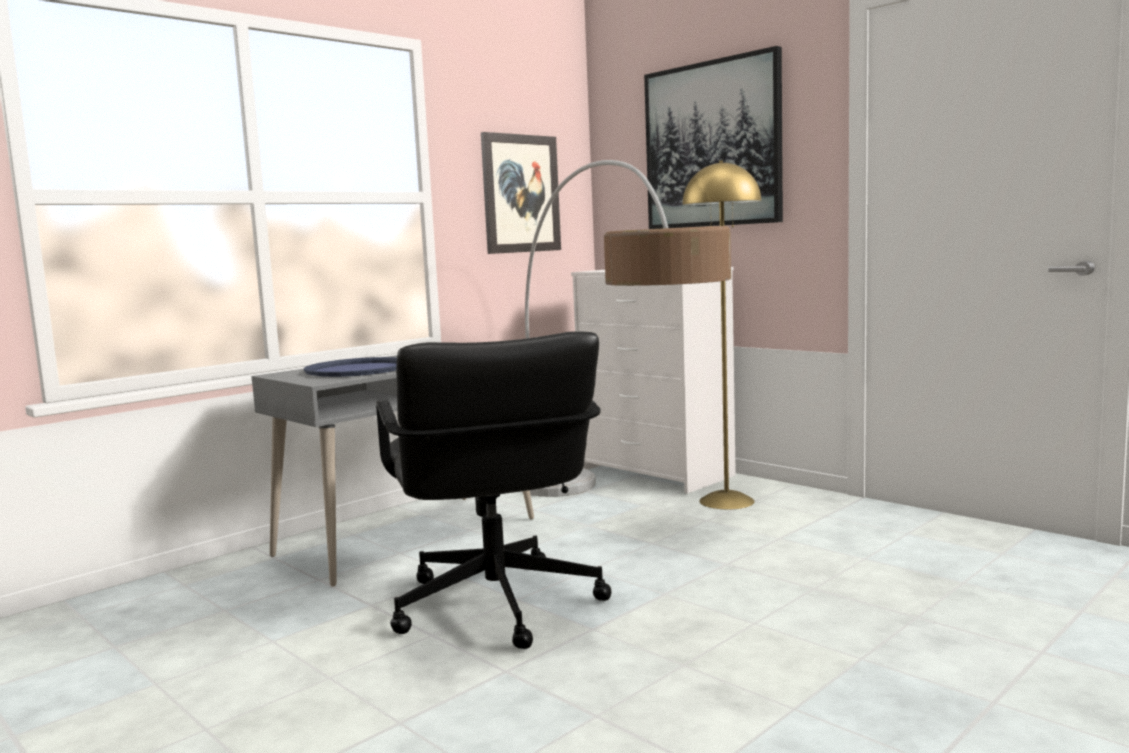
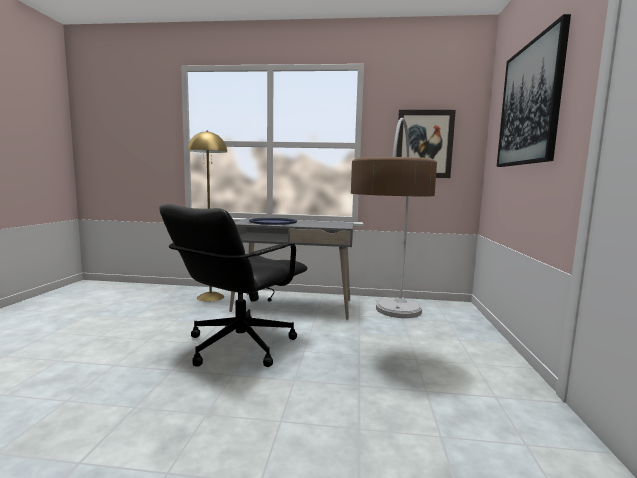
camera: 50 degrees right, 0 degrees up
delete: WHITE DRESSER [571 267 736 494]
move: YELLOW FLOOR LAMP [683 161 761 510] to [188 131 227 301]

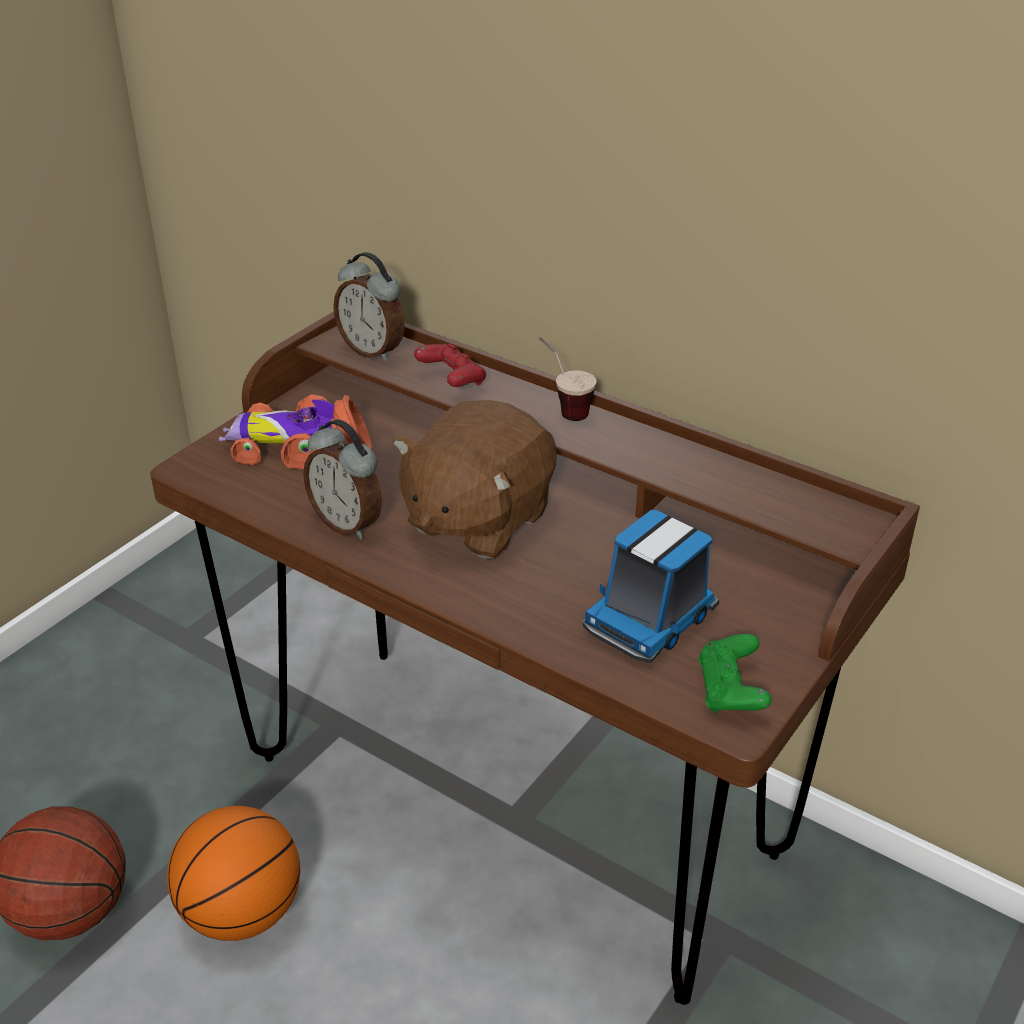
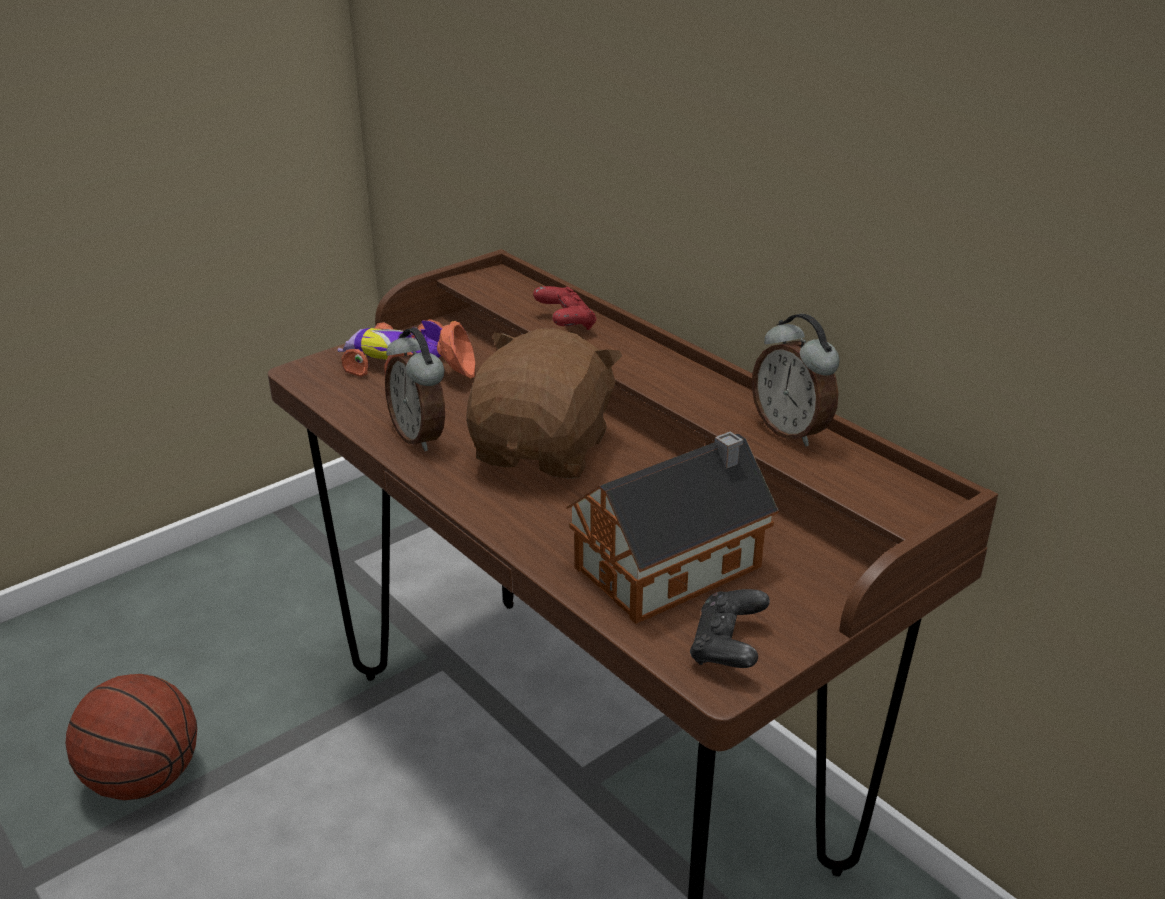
camera: 15 degrees right, 5 degrees down
delete: BASKETBALL [167 806 300 941]; CUP [538 336 596 421]
move: ALARM CLOCK [333 252 405 362] to [752 314 840 446]
replace: TOY TRUCK [583 510 719 663] to TOY HOUSE [566 432 779 624]
recolor: GREEN GAME CONTROLLER [698 634 772 713] to BLACK GAME CONTROLLER [690 589 770 668]
rotate: BROWN PLUSH TOY [393 400 557 559] = [466 329 622 479] 150 degrees clockwise

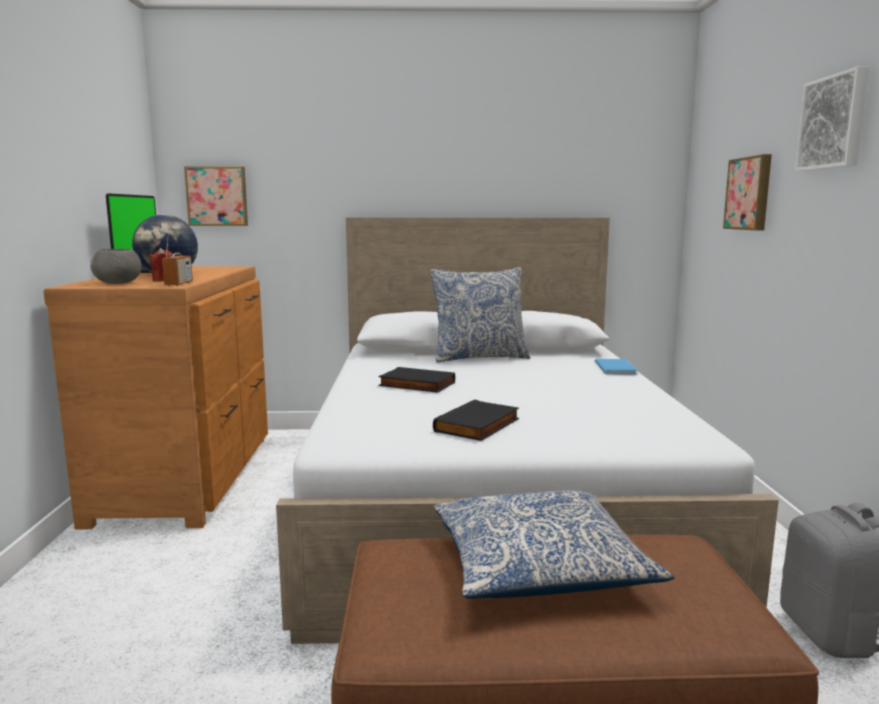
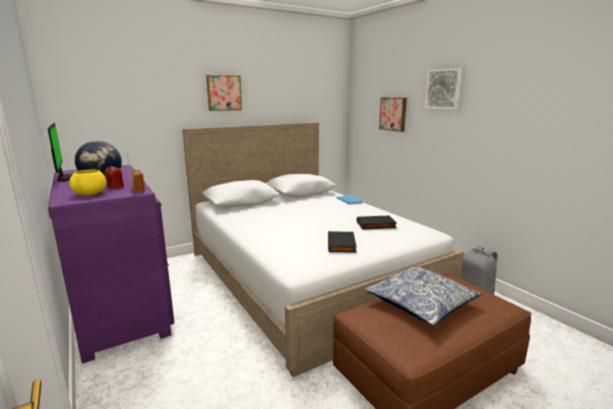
camera: 30 degrees left, 5 degrees up
delete: PILLOW [430 267 530 363]
move: PICTURE [184 166 248 226] to [206 75 242 111]; BLACK BOOK [378 367 455 393] to [357 216 397 230]
recolor: BROWN DRESSER [43 266 268 530] to PURPLE DRESSER [48 165 175 363]; GREY BOWL [90 249 142 284] to YELLOW BOWL [69 169 107 195]

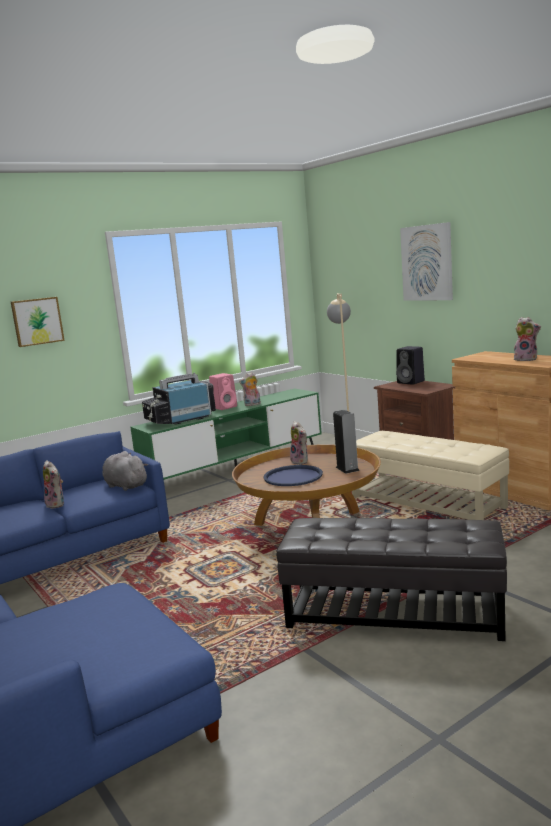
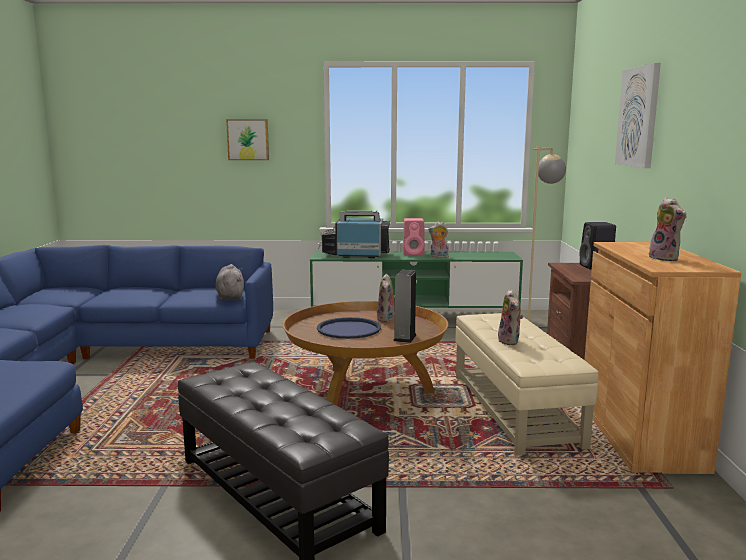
camera: 35 degrees right, 0 degrees up
move: PLUSH TOY [43 460 64 509] to [498 289 523 345]

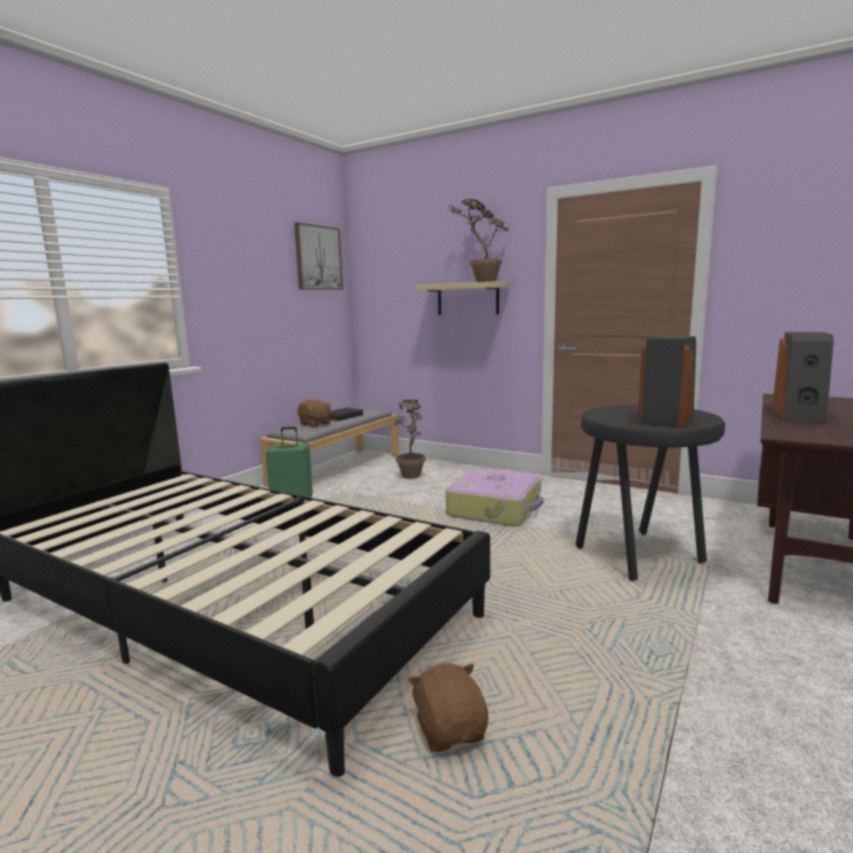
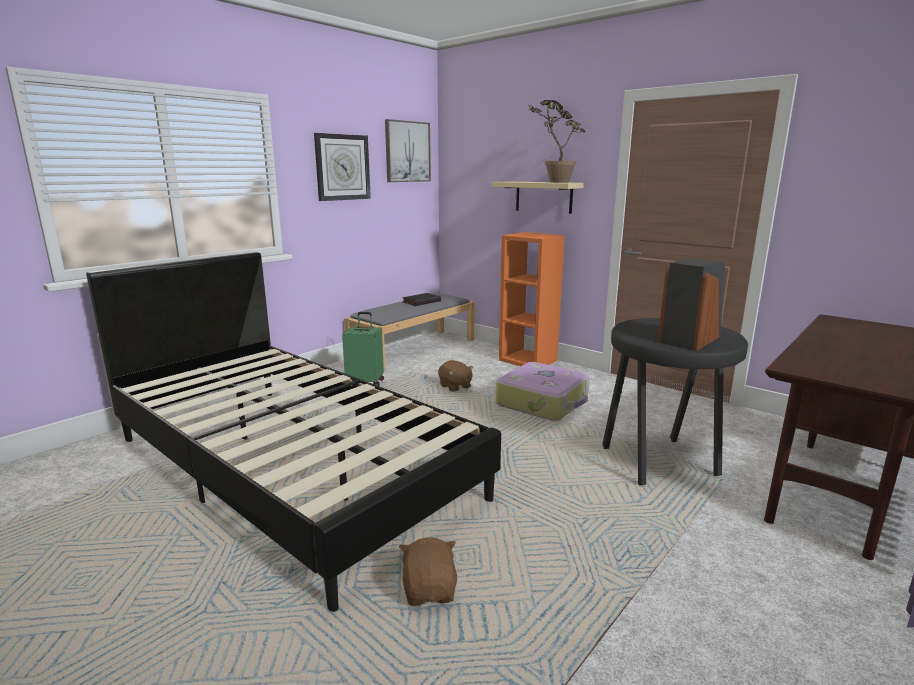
camera: 10 degrees right, 5 degrees up
delete: POTTED PLANT [394 399 426 479]; SPEAKER [772 332 834 424]
insert: WALL CLOCK [314 133 371 201]; ORANGE BOOKCASE [499 232 565 366]
move: BROWN PLUSH TOY [298 399 332 427] to [438 360 473 392]

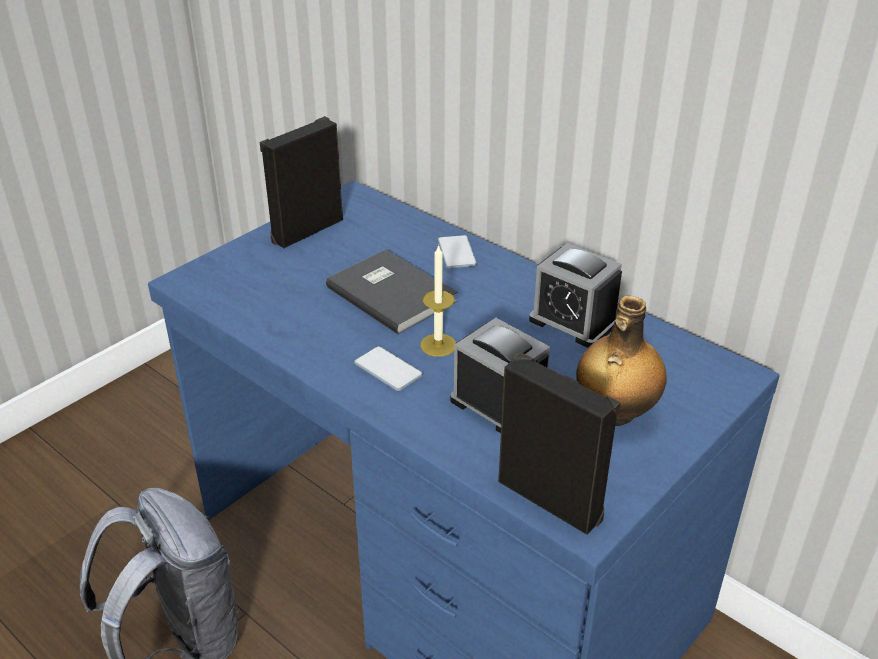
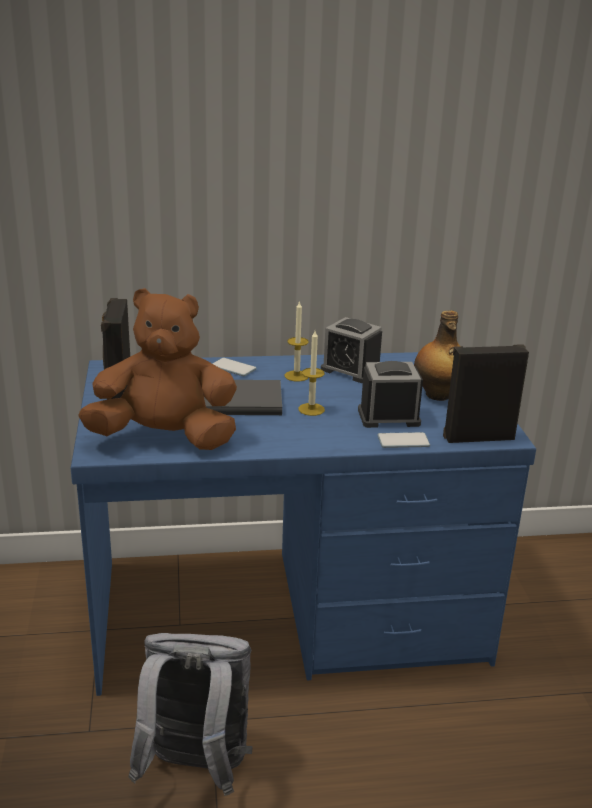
camera: 50 degrees left, 10 degrees down
insert: BROWN PLUSH TOY [78 288 237 450]; CANDLE [285 301 309 381]
move: PHONE [354 346 423 391] to [377 432 430 448]
rotate: ALARM CLOCK [529 243 622 348] = [321 317 382 383] 45 degrees clockwise

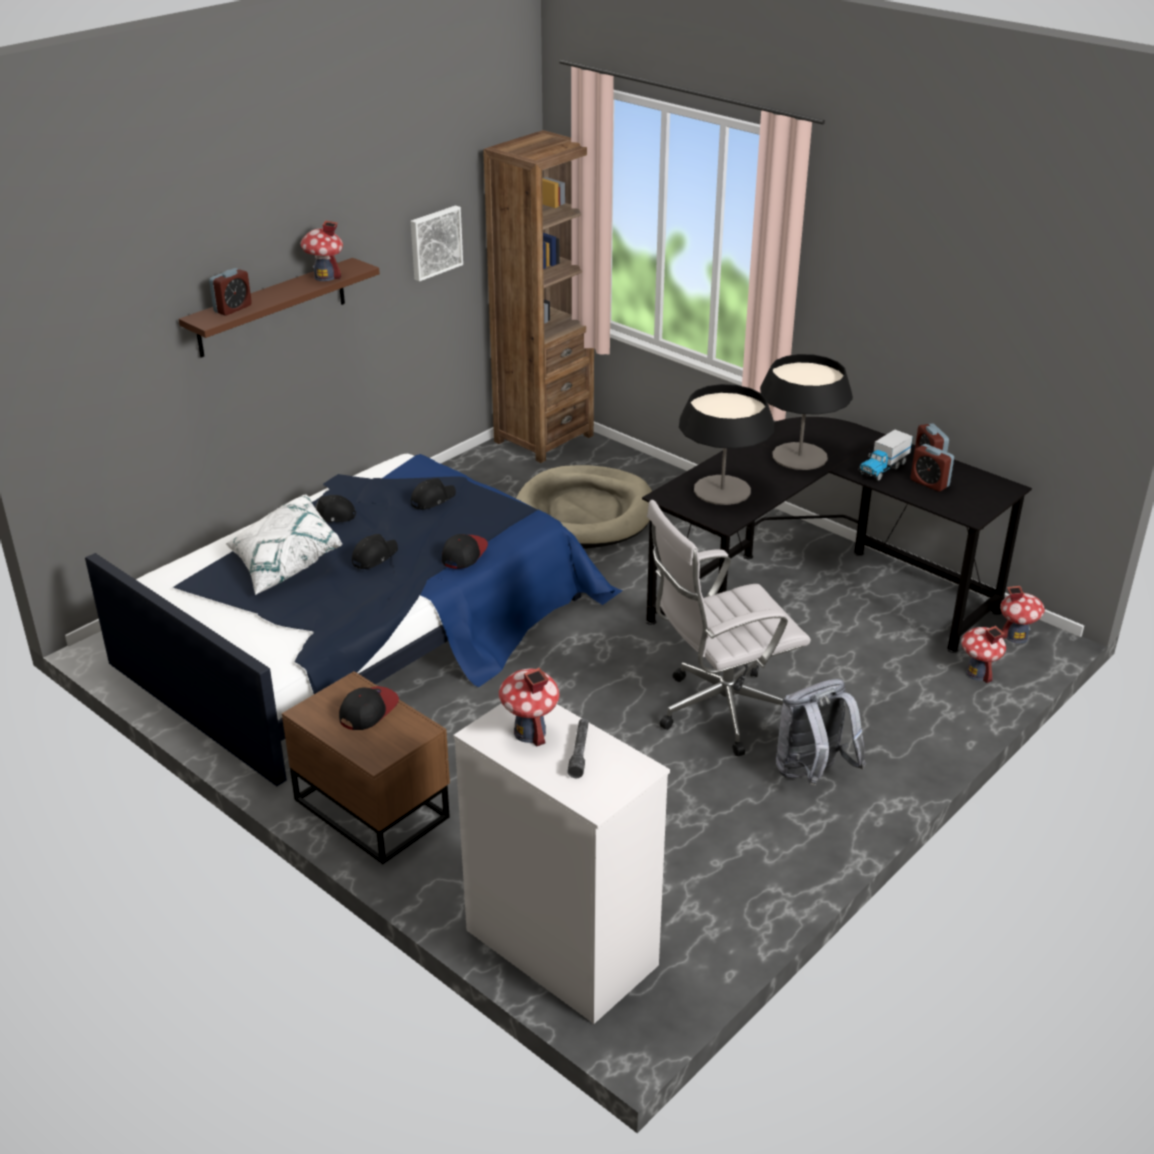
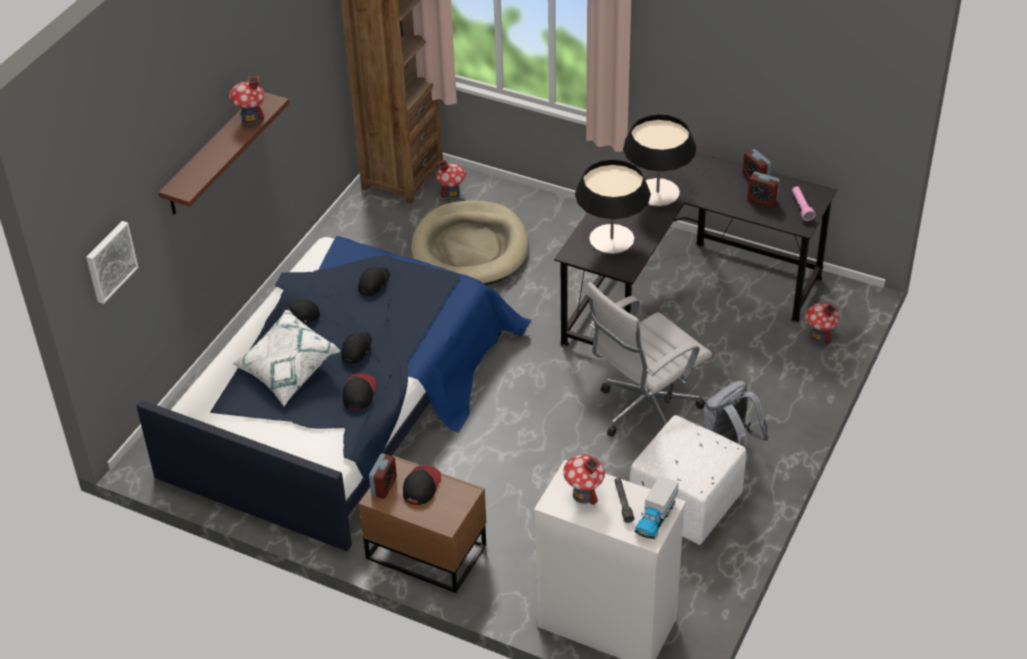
camera: 15 degrees left, 10 degrees up
insert: WHITE OTTOMAN [630 415 746 545]; PINK FLASHLIGHT [792 186 815 221]
move: ALARM CLOCK [209 268 252 316] to [369 453 397 499]; PICTURE [411 205 463 281] to [86 221 139 304]; CAP [442 534 488 569] to [342 374 376 410]; TOY TRUCK [858 430 913 481] to [635 476 678 539]; TOY HOUSE [1000 586 1045 643] to [436 160 466 200]

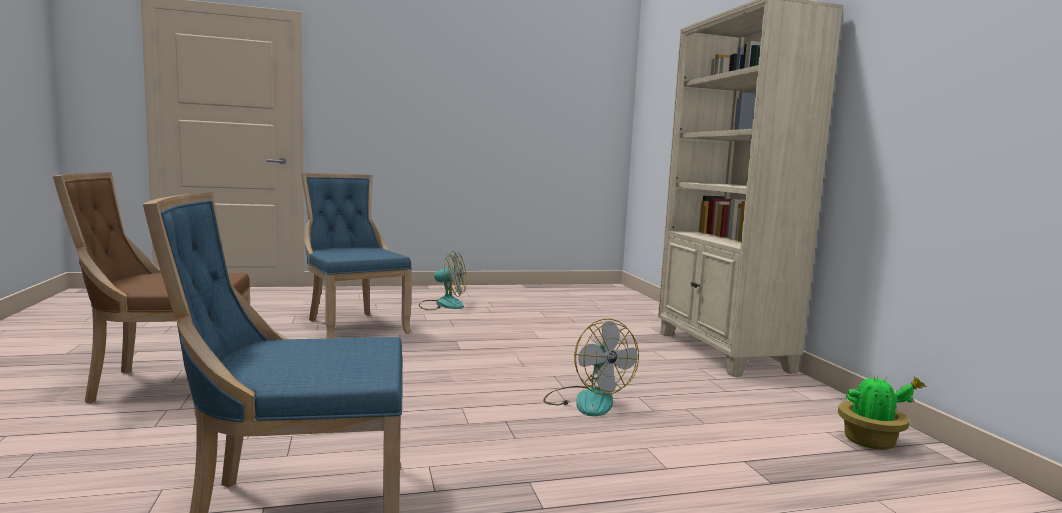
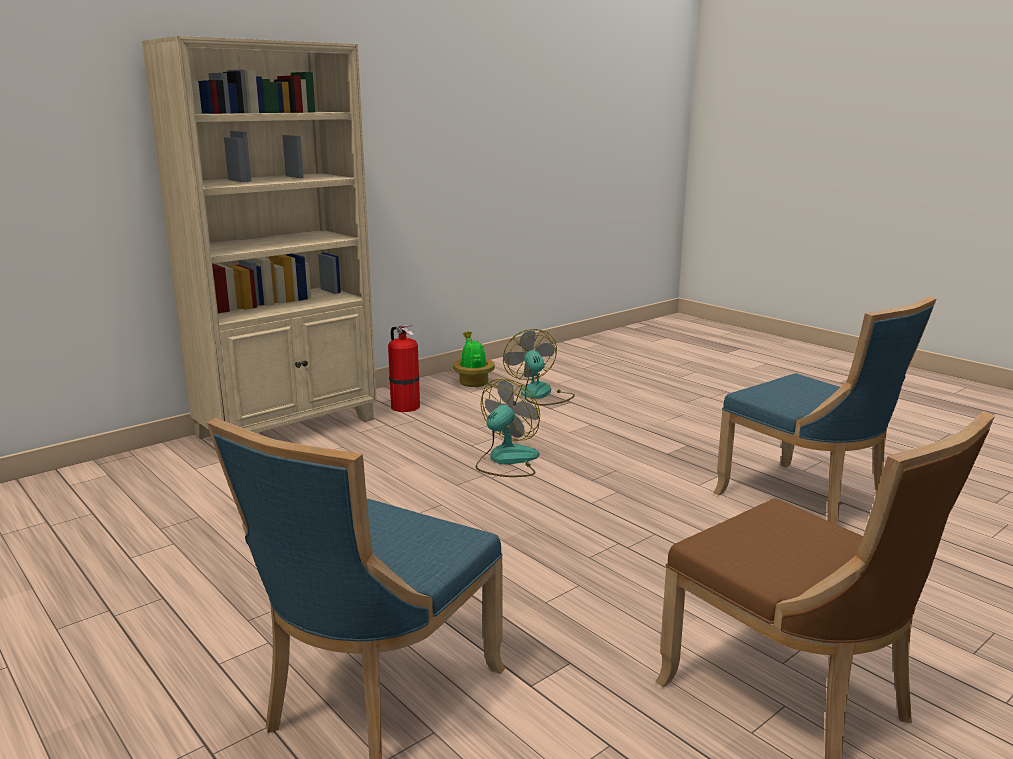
camera: 115 degrees left, 10 degrees up
insert: FIRE EXTINGUISHER [388 325 420 412]
move: FAN [419 251 467 310] to [503 329 575 406]

